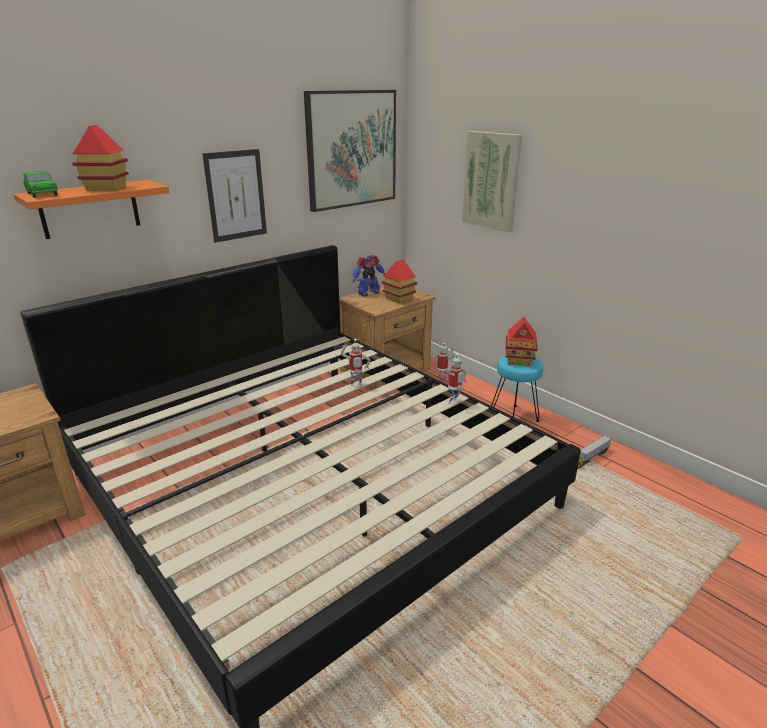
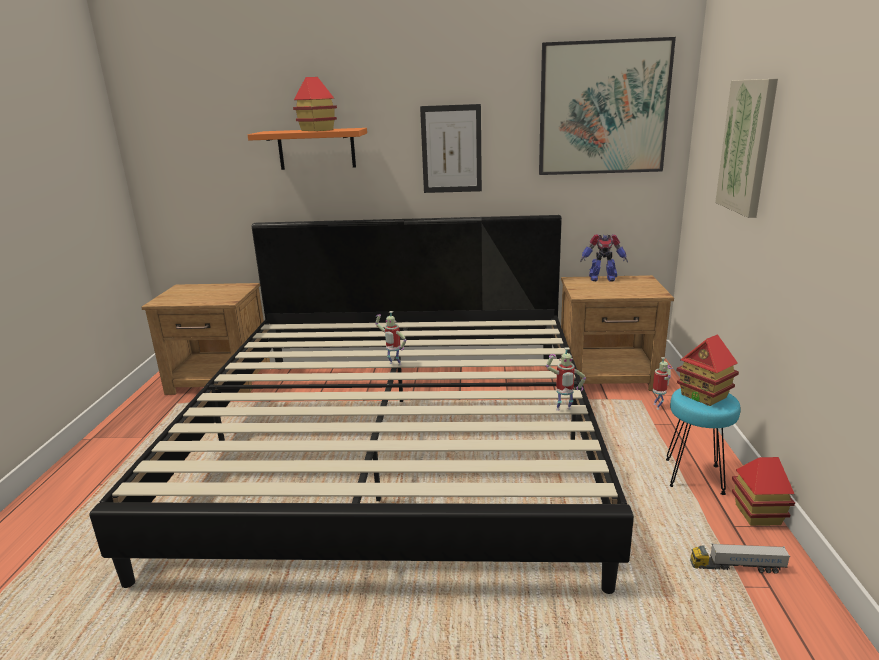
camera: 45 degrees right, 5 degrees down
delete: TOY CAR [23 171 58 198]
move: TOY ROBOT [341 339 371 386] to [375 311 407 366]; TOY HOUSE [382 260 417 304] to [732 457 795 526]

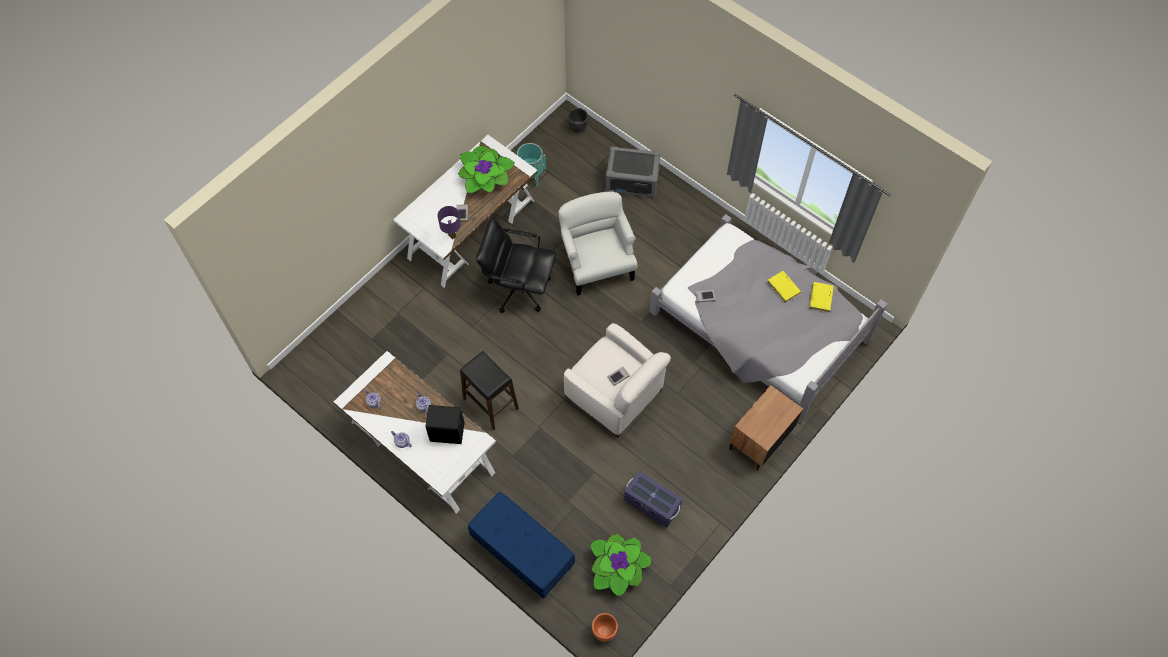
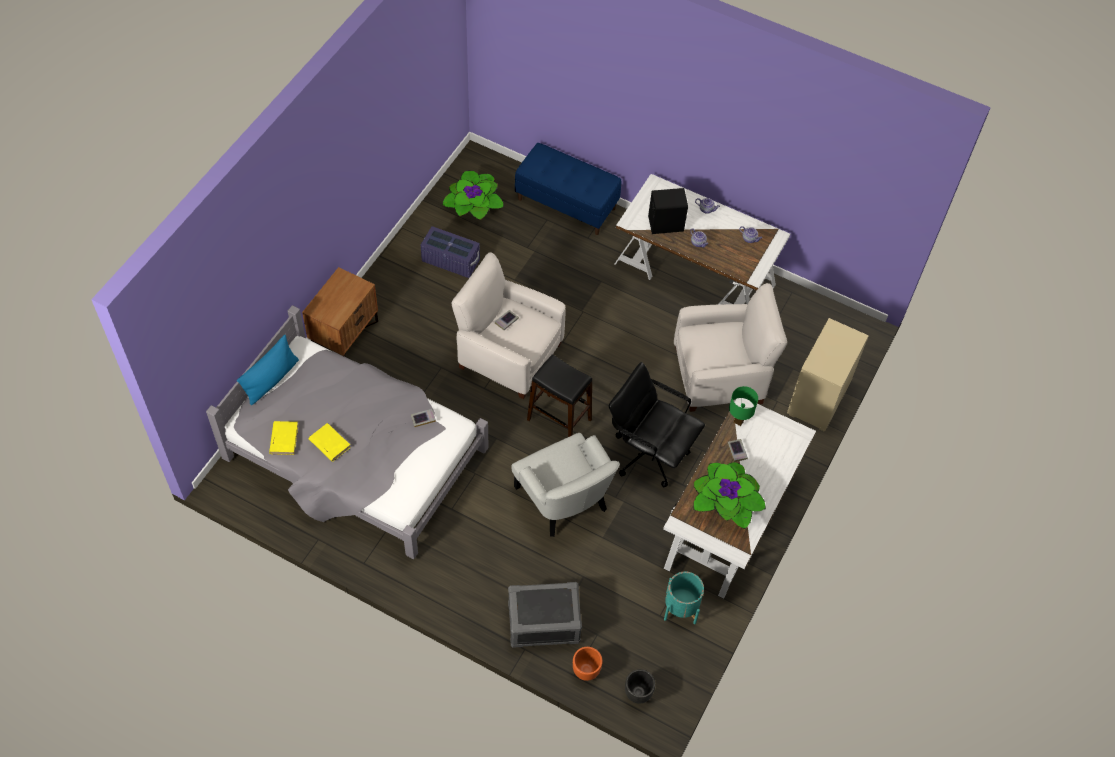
camera: 165 degrees right, 5 degrees down
insert: BLUE PILLOW [237 335 299 405]; WHITE ARMCHAIR [674 283 787 412]; BEIGE DRESSER [787 318 869 432]
move: BLACK STOOL [460 351 519 430] to [527 354 592 437]; ORANGE PLANTER [592 613 618 642] to [573 647 602 681]
recolor: PURPLE TABLE LAMP [438 206 461 239] to GREEN TABLE LAMP [729 386 758 426]
rotate: BLACK OFFICE CHAIR [476 217 556 313] = [609 362 705 487] 150 degrees counterclockwise

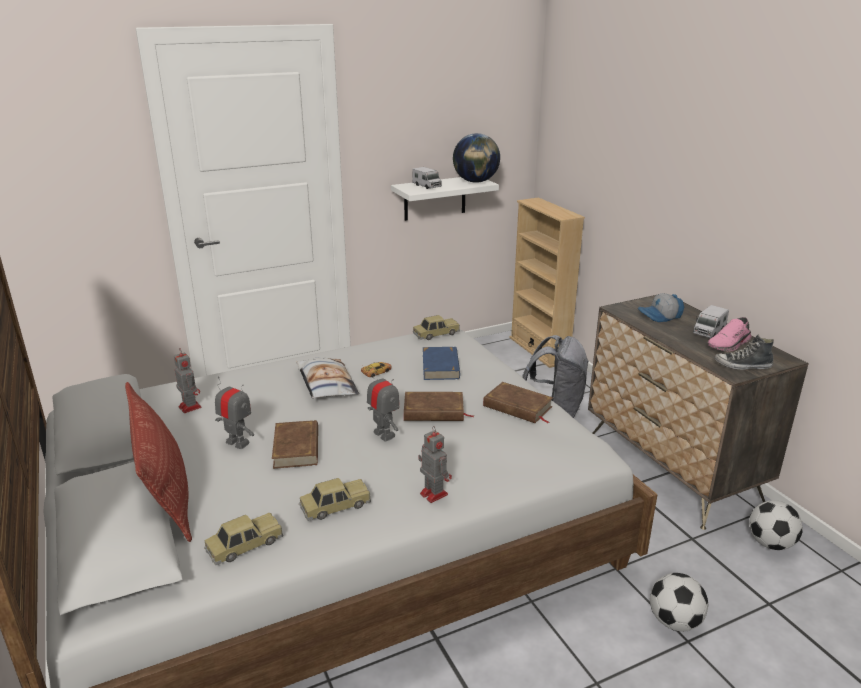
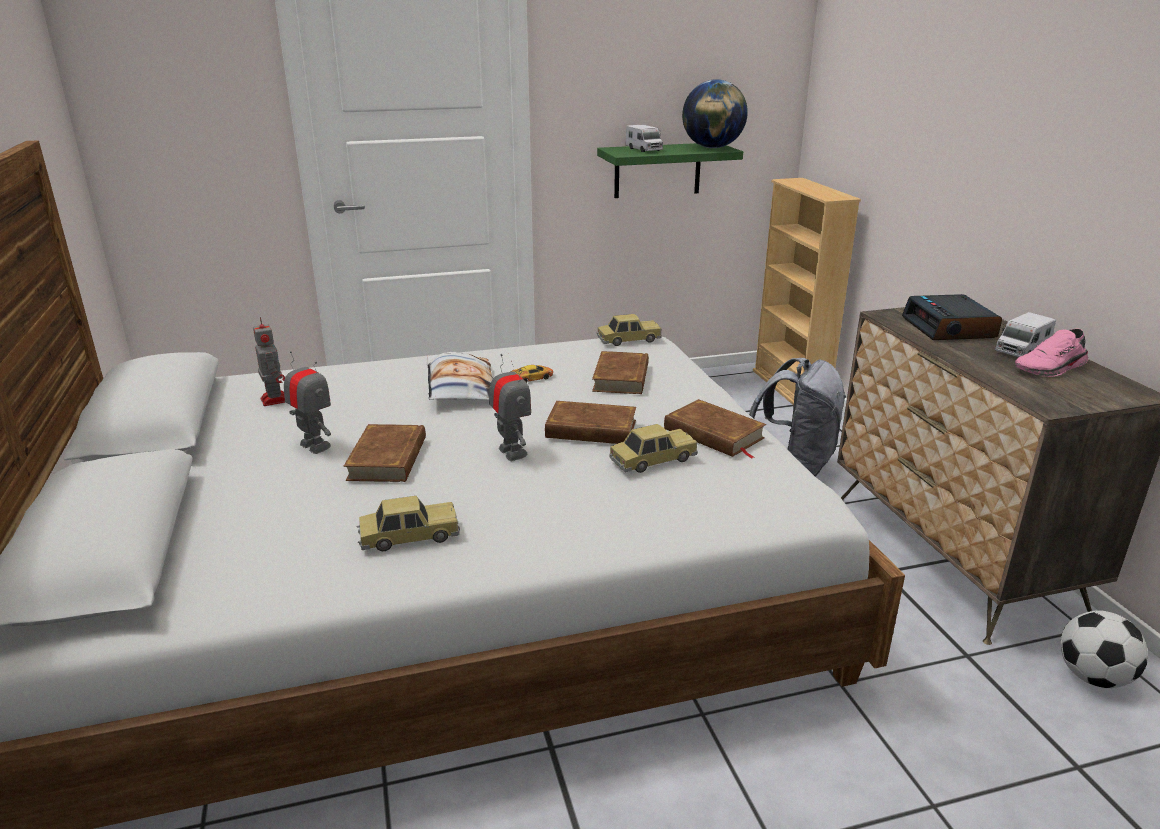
camera: 10 degrees right, 0 degrees up
delete: PILLOW [125 382 192 542]; TOY ROBOT [418 426 452 503]; FOOTBALL [650 573 708 632]; SHOE [714 334 774 370]
move: TOY CAR [204 513 283 565] to [609 424 697 473]
replace: CAP [638 293 684 322] to ALARM CLOCK [902 294 1002 340]
recolor: WHITE SHELF [391 177 499 221] to GREEN SHELF [597 143 743 198]; BLUE BOOK [423 347 460 380] to BROWN BOOK [592 351 649 394]

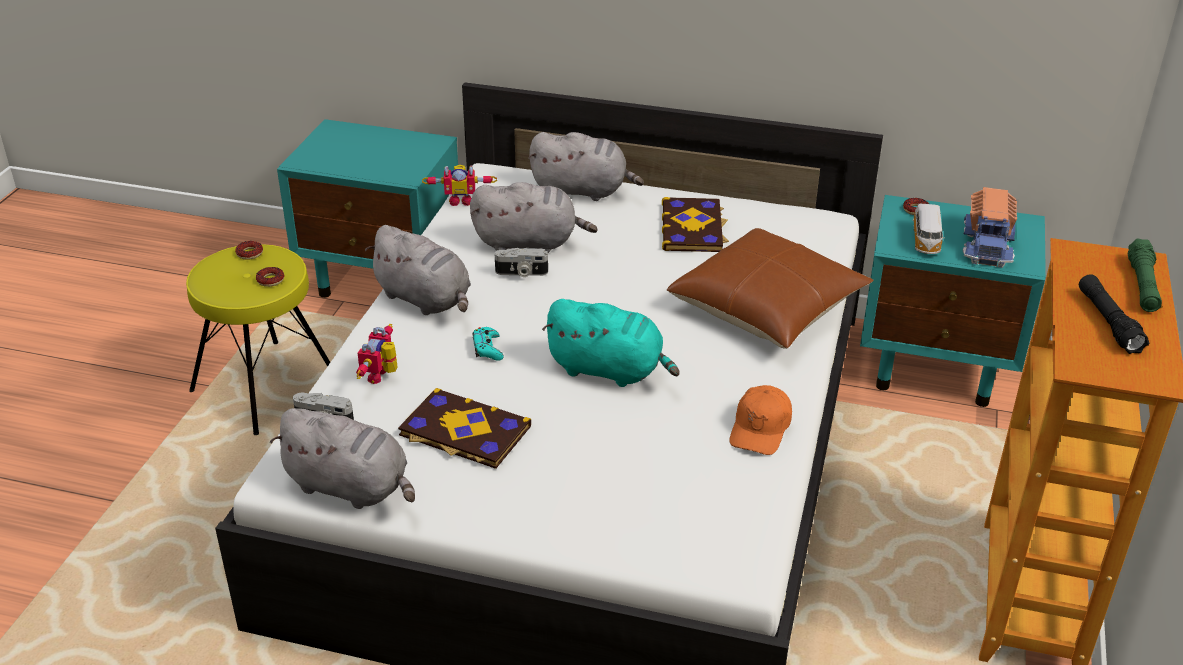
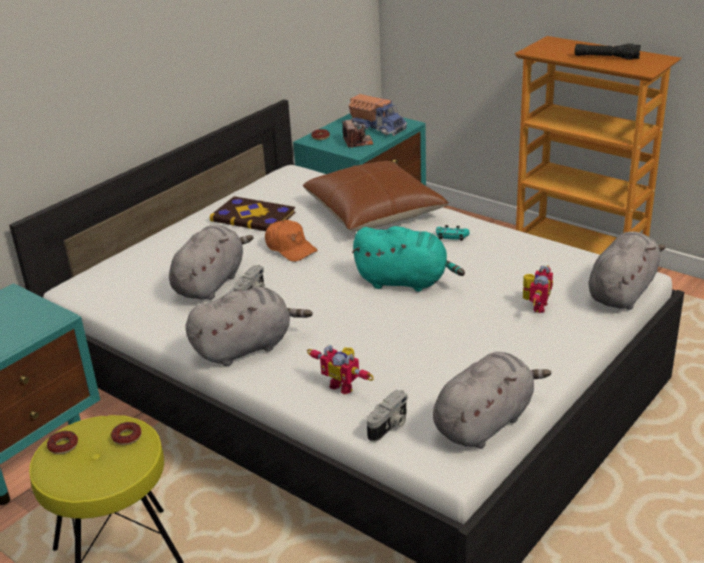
camera: 65 degrees left, 5 degrees down
delete: BOOK [398 388 531 469]; GREEN FLASHLIGHT [1128 238 1162 312]
move: TOY ROBOT [422 165 497 206] to [523 265 553 313]; TURQUOISE GAME CONTROLLER [472 327 504 360] to [436 225 470 241]; GREY PLUSH TOY [528 132 644 201] to [588 231 666 310]; ORANGE CAP [729 385 792 455] to [265 220 318 262]
replace: TOY CAR [913 204 945 254] to PHOTO CAMERA [343 120 373 148]
rotate: TURQUOISE PLUSH TOY [542 299 680 387] = [352 226 465 292] 60 degrees clockwise

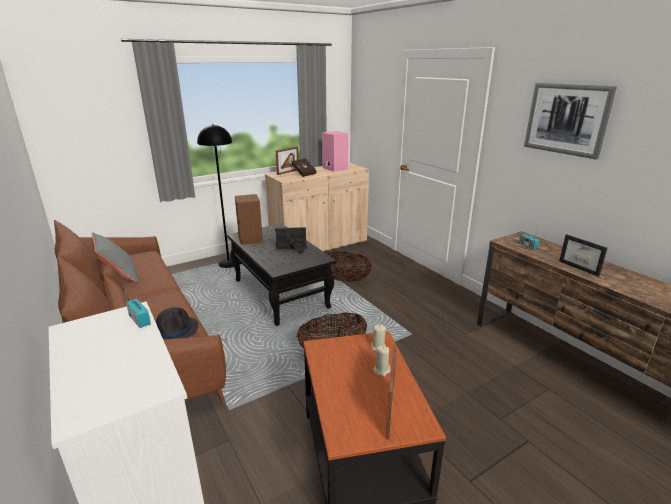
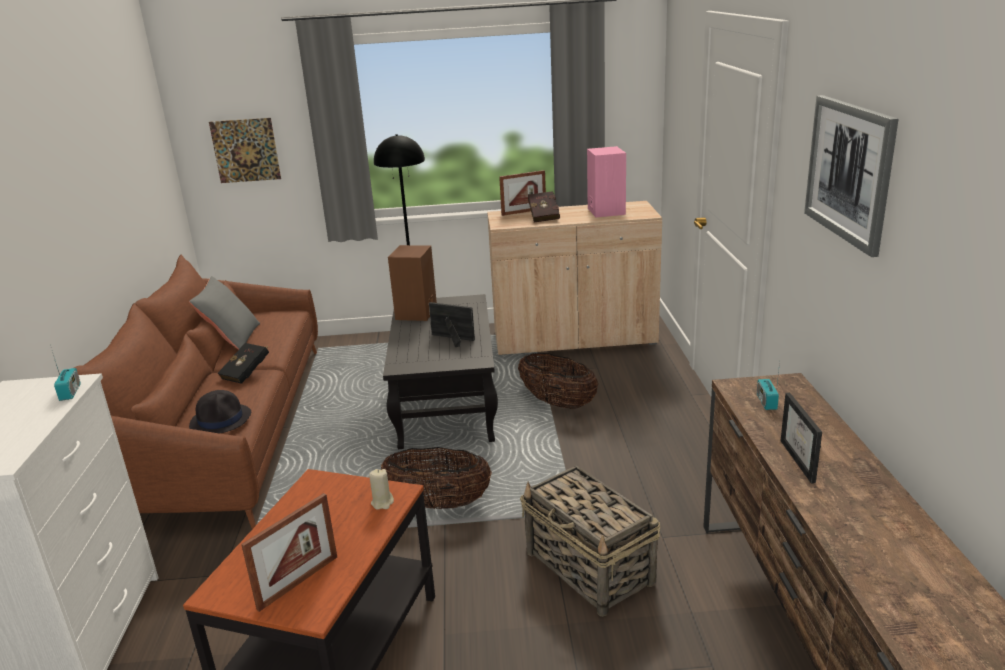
camera: 30 degrees right, 0 degrees up
delete: BEIGE CANDLE [374 346 390 377]
insert: PICTURE [209 118 281 183]; BLACK BOOK [217 343 269 384]; BASKET [520 465 660 616]

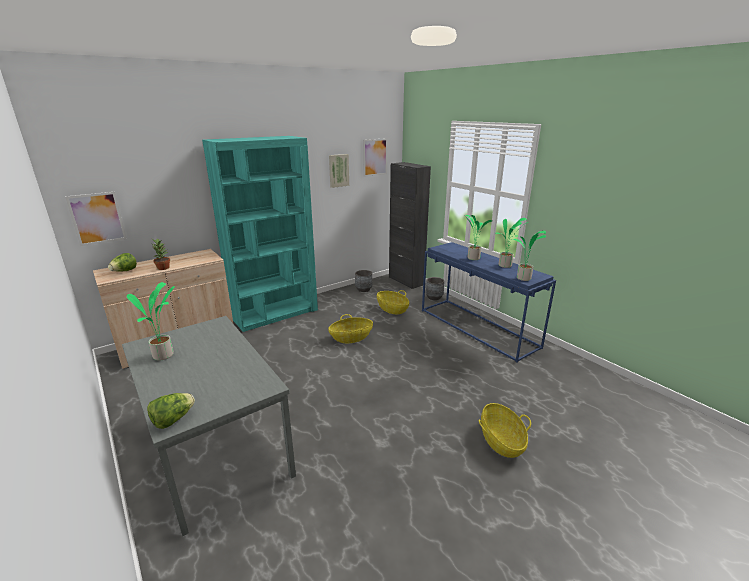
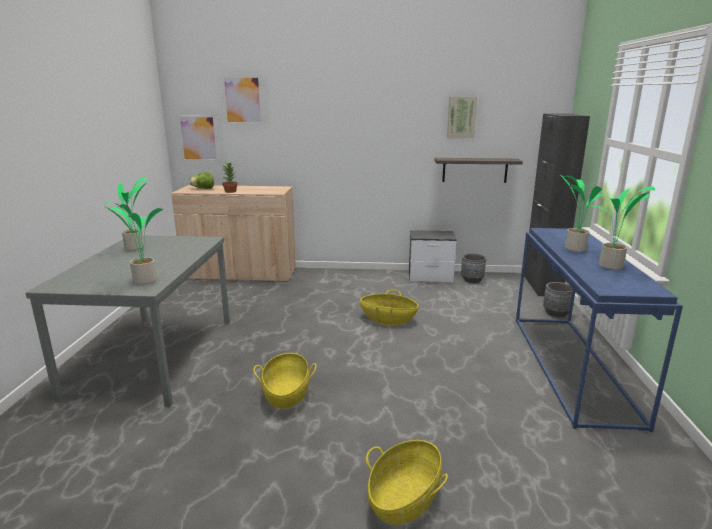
camera: 40 degrees right, 5 degrees down
delete: LETTUCE [147 393 195 429]; TURQUOISE BOOKCASE [202 136 318 332]
insert: NIGHTSTAND [409 230 457 283]; SHELF [434 158 523 183]
move: PICTURE [363 138 388 177] to [222 75 263 124]; BASKET [377 290 409 314] to [254 353 317 409]; POTTED PLANT [513 230 546 281] to [103 204 164 285]

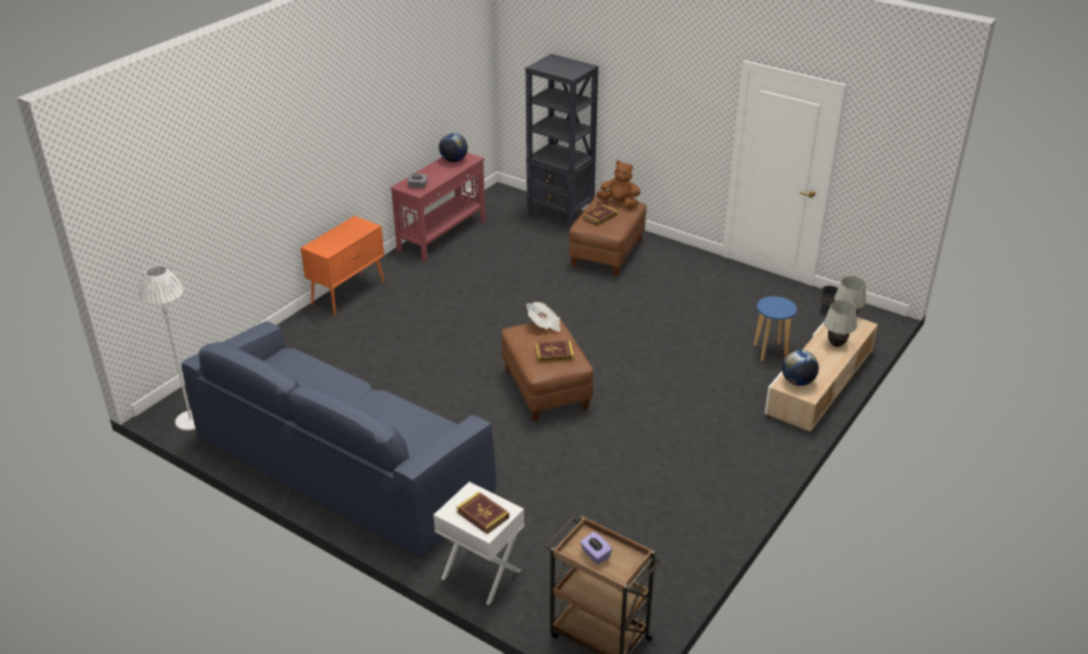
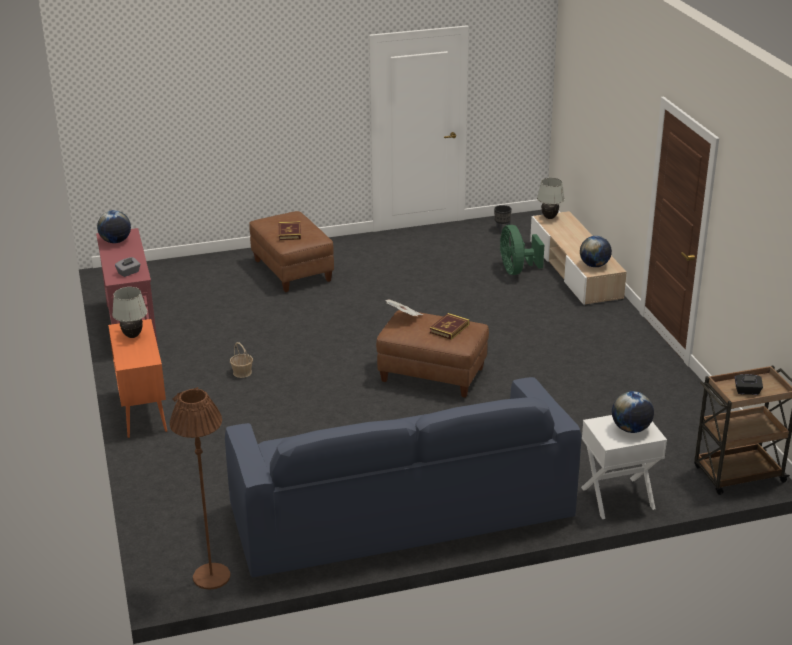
camera: 50 degrees left, 5 degrees down
delete: BLACK BOOKCASE [525 54 598 231]; BROWN PLUSH TOY [596 160 640 209]
insert: BASKET [230 342 253 378]
move: WHITE TABLE LAMP [824 300 857 347] to [112 287 147 338]
replace: BOOK [456 491 509 534] to GLOBE [612 391 654 433]; BLUE STOOL [753 296 797 361] to GREEN FAN [500 225 544 275]
recolor: WHITE FLOOR LAMP [139 264 195 431] to BROWN FLOOR LAMP [170 387 231 590]; PURPLE TISSUE BOX [580 532 612 564] to BLACK TISSUE BOX [735 374 763 395]

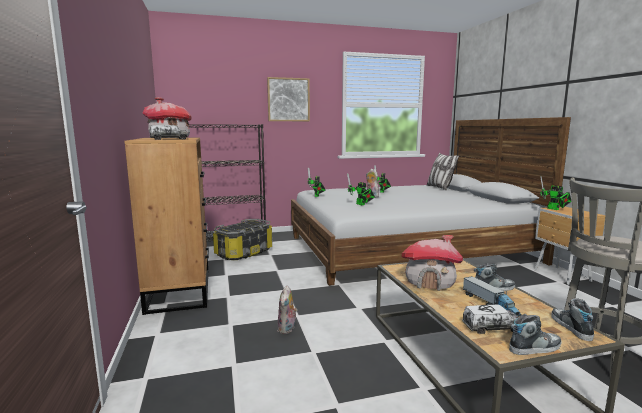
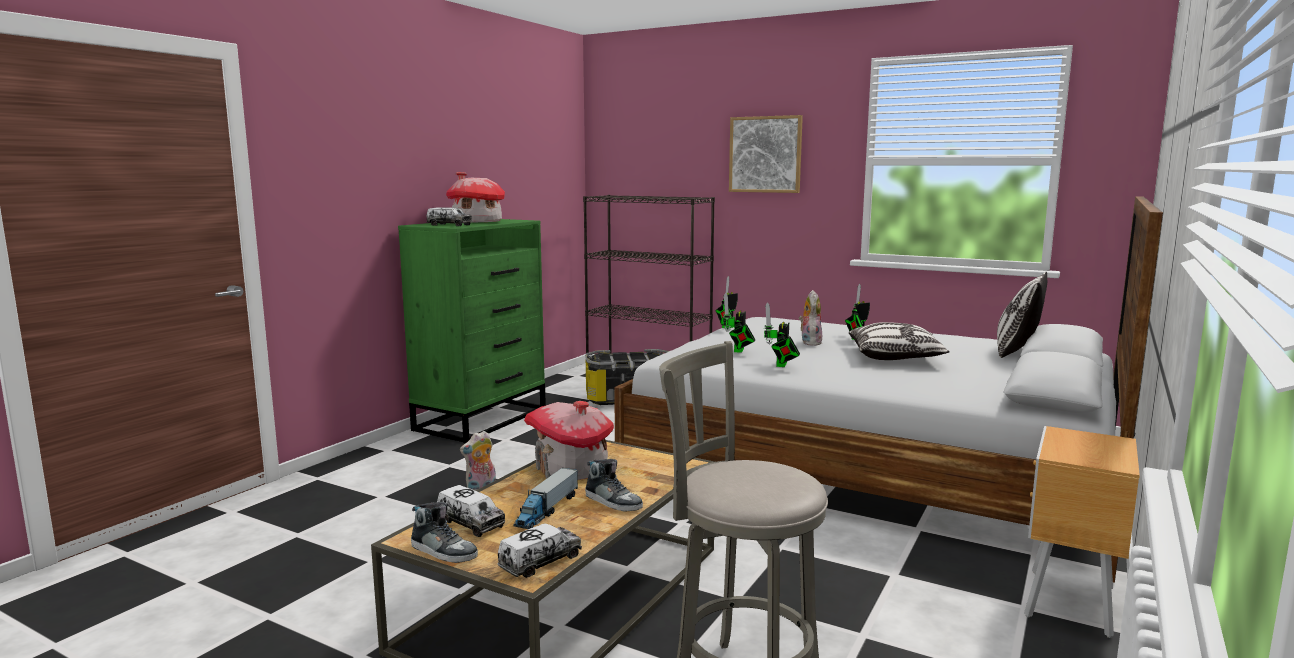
camera: 45 degrees right, 0 degrees up
insert: PILLOW [849 322 950 360]
move: TOY ROBOT [540 176 572 210] to [764 302 800 367]
replace: SHOE [551 298 594 341] to TOY TRUCK [497 524 582 578]
recolor: BROWN DRESSER [124 137 209 315] to GREEN DRESSER [398 219 546 443]

